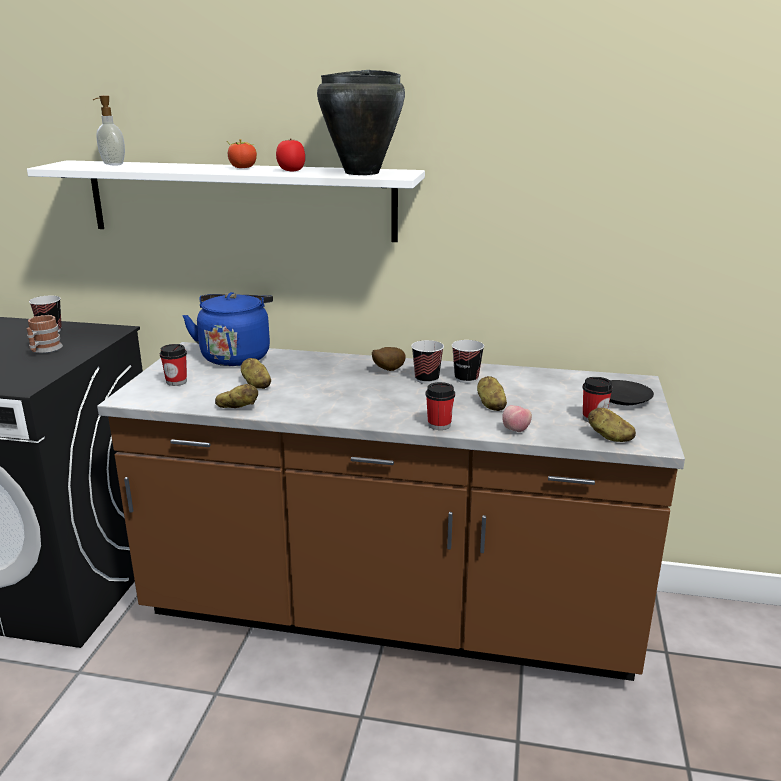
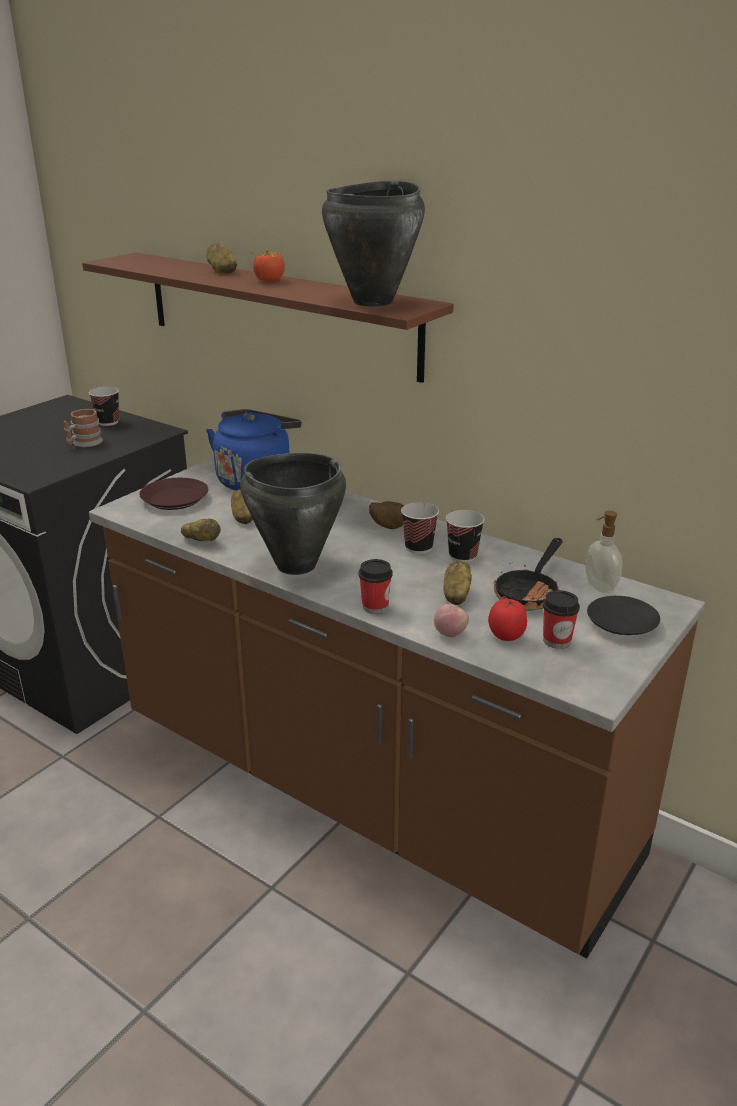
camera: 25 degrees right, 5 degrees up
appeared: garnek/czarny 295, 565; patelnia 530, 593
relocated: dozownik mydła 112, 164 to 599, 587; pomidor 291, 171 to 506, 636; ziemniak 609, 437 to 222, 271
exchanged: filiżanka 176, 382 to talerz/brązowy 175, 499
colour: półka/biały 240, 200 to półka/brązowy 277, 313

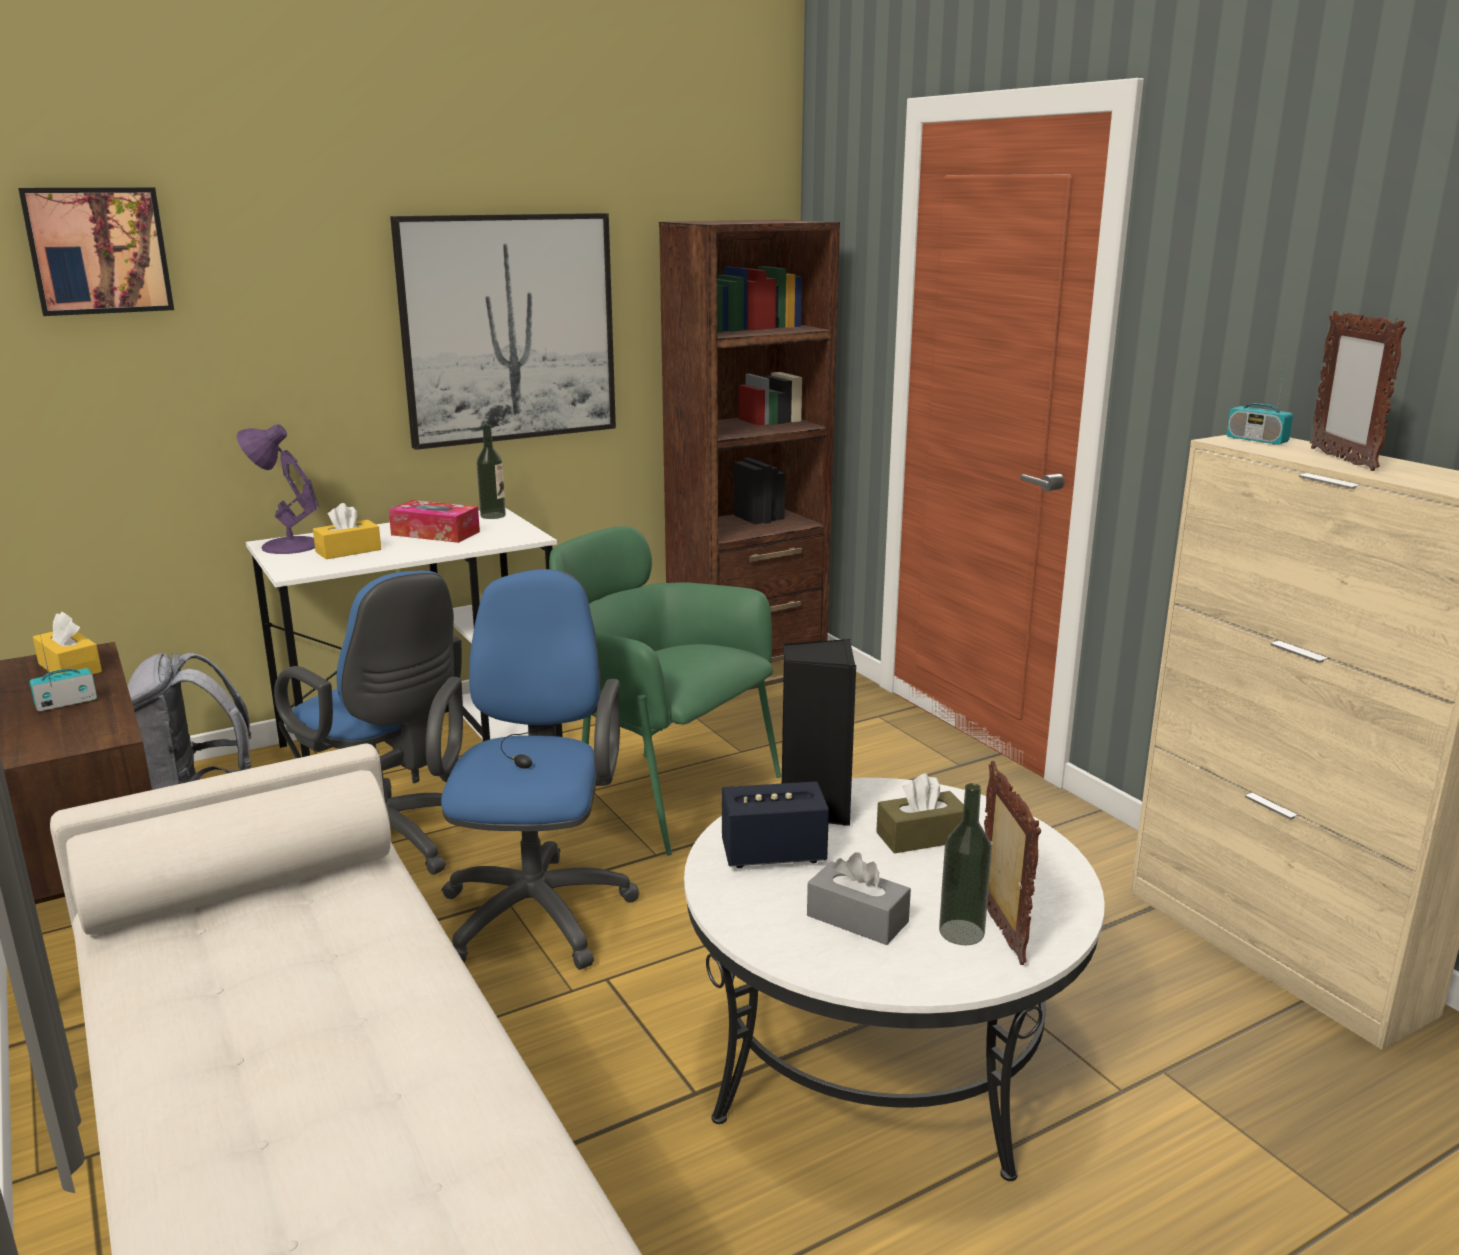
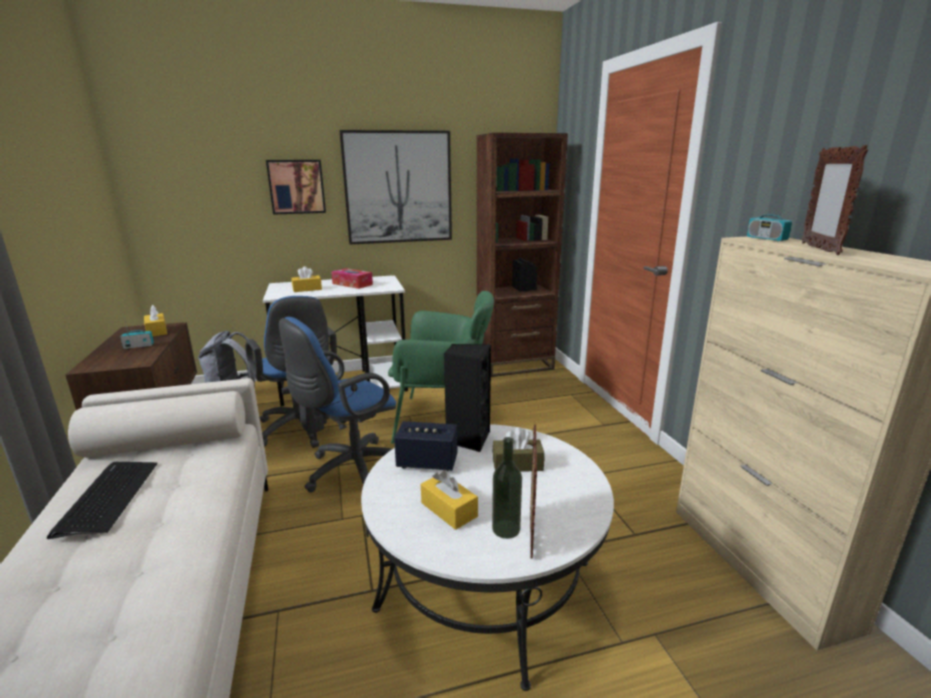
camera: 15 degrees right, 0 degrees up
missing: lampa stołowa/fioletowy 287, 546; butelka 493, 515
appeared: klawiatura 108, 497
relocated: obraz 98, 250 to 297, 186
colour: pudełko chusteczek/szary 857, 919 to pudełko chusteczek/żółty 449, 509
spun: fotel/zielony 662, 791 = 442, 420 135 degrees clockwise; krzesło biurowe/niebieski 538, 908 = 351, 472 150 degrees counterclockwise

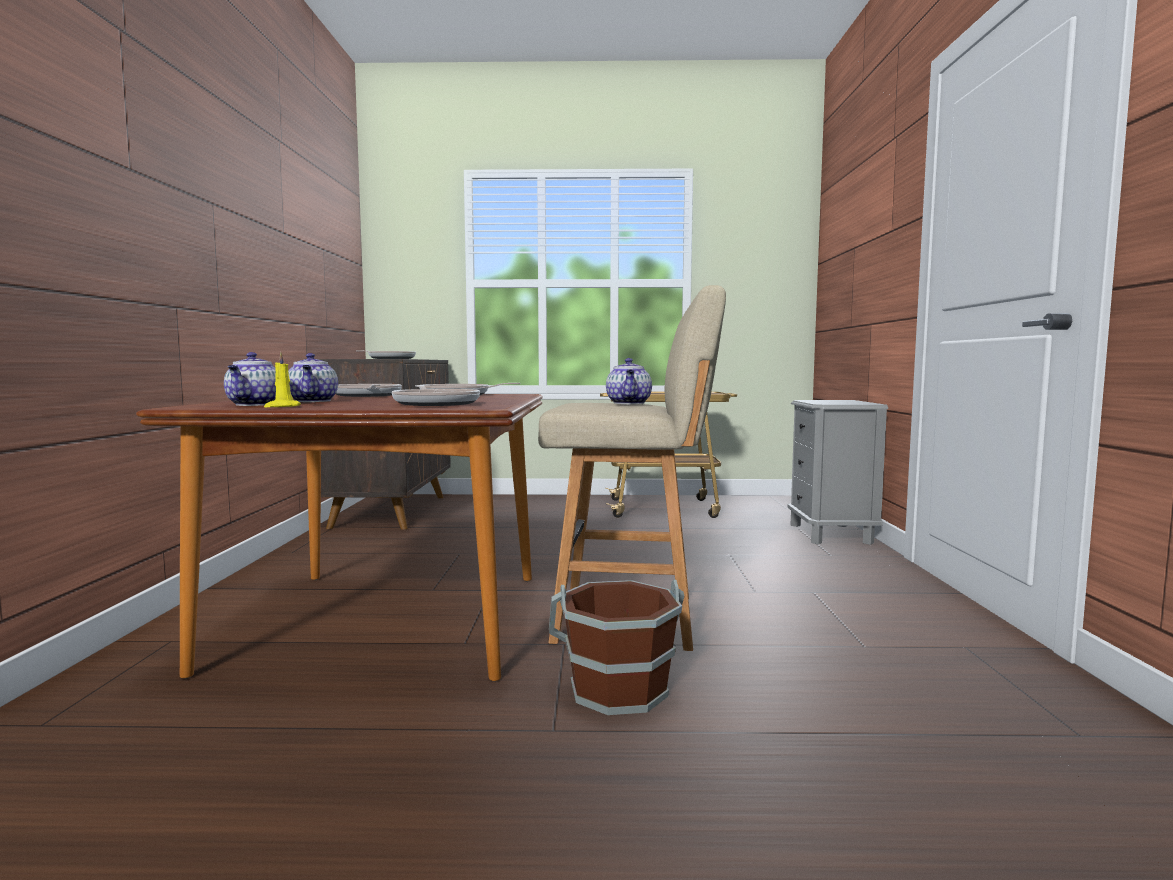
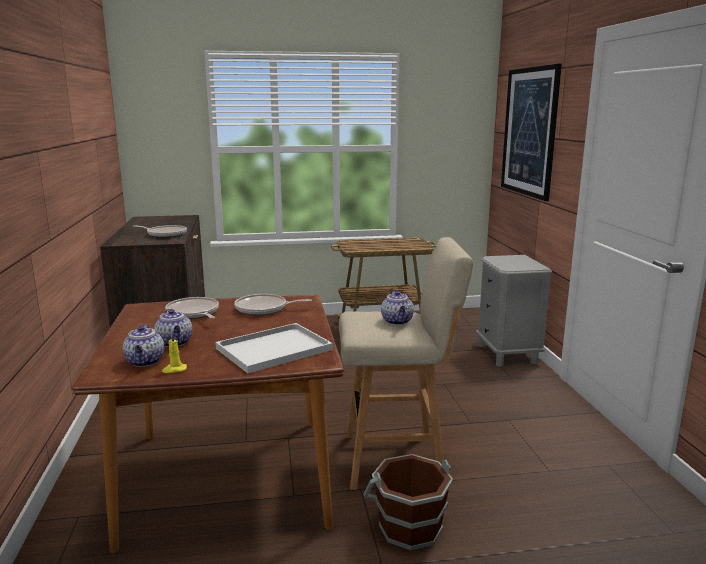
camera: 10 degrees left, 10 degrees up
appeared: obraz 529, 132
exchanged: patelnia 436, 404 to taca/biały 275, 348

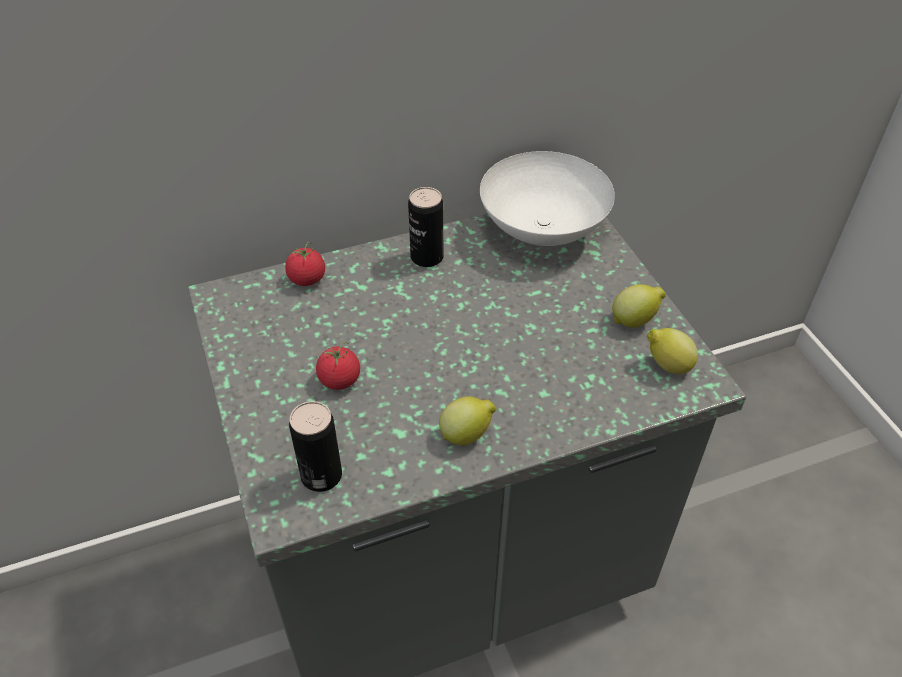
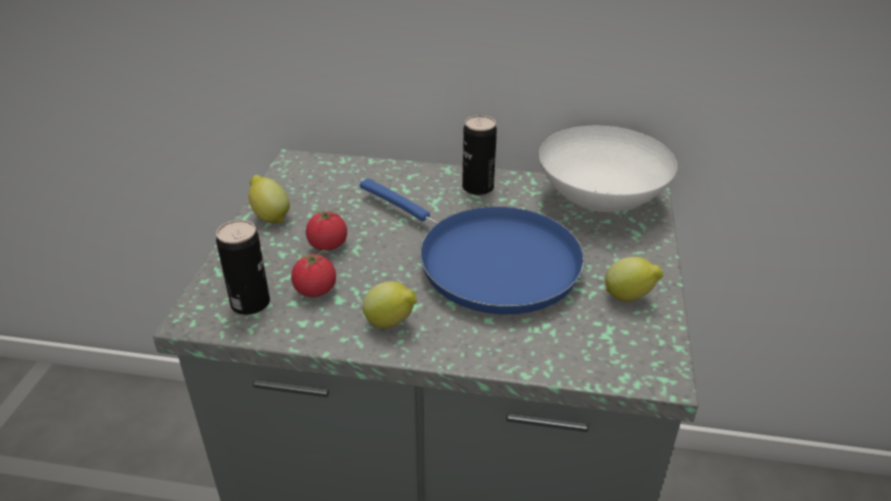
camera: 30 degrees right, 10 degrees down
appeared: patelnia/niebieski 488, 262
relocated: pomidor 307, 279 to 315, 290; cytryna 667, 366 to 270, 216

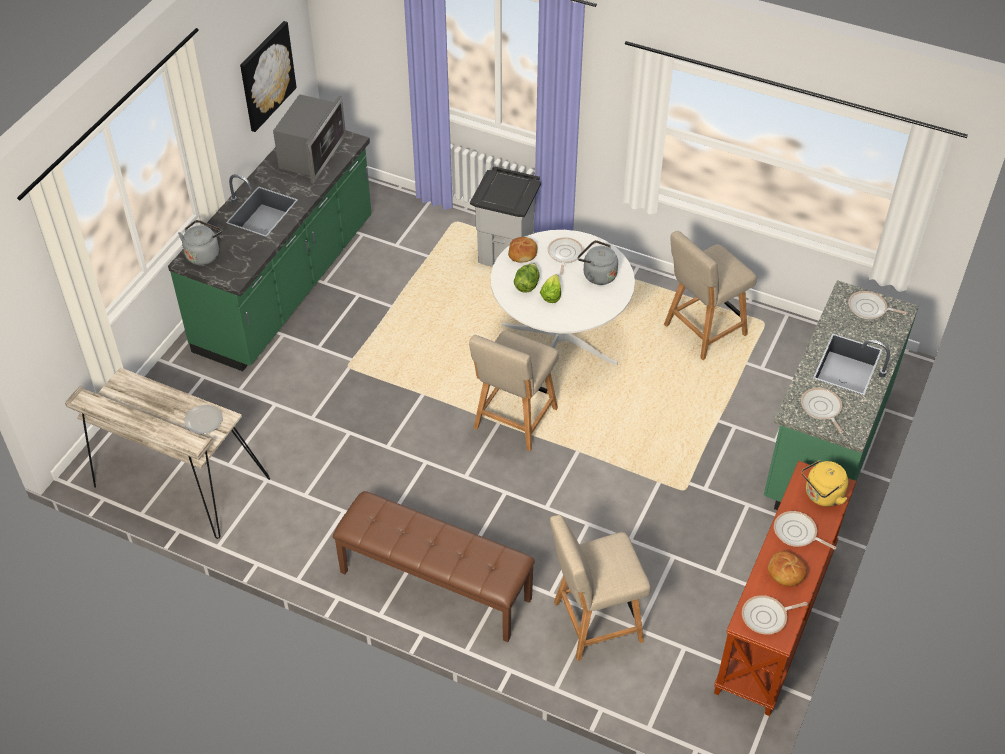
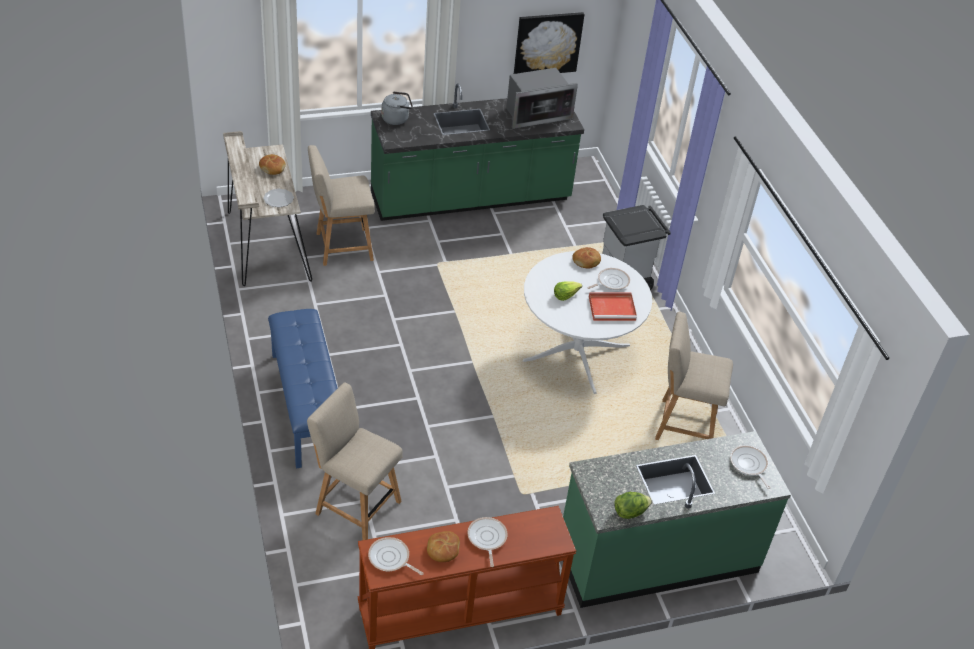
camera: 45 degrees right, 5 degrees down
missing: patelnia 821, 408; czajnik/żółty 822, 495
appeared: chleb 272, 168
relocated: sałata 527, 285 to 630, 512; krzesło/beżowy 513, 421 to 341, 247
exchanged: czajnik/szary 597, 275 to taca/czerwony 613, 308
colour: ławka/brązowy 434, 586 to ławka/niebieski 305, 405

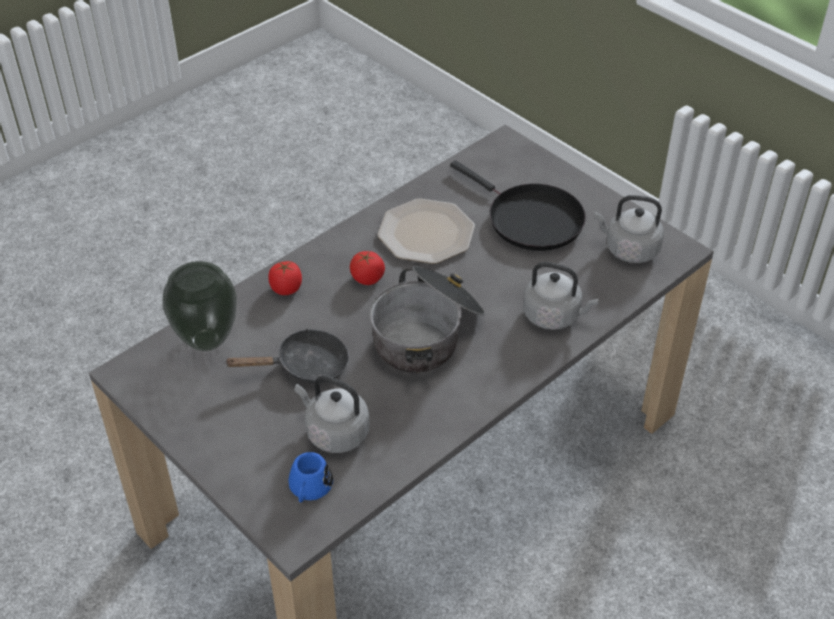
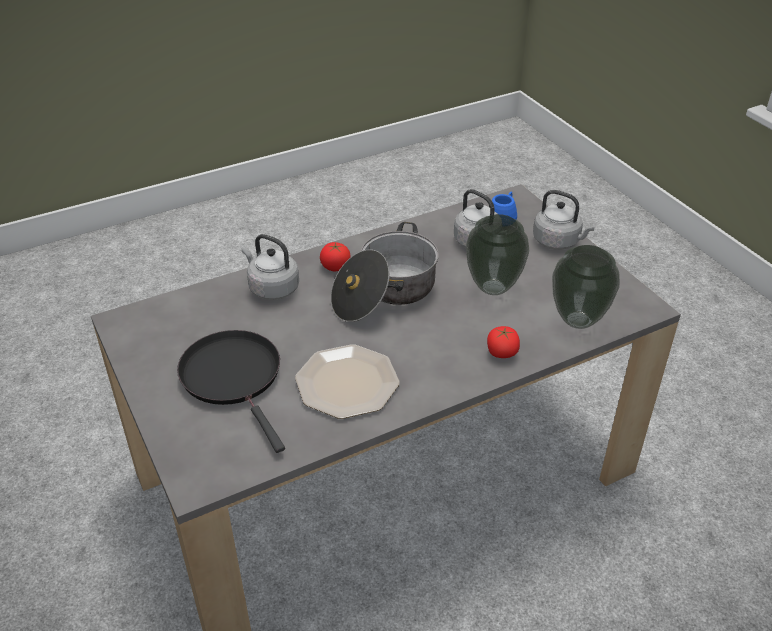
camera: 165 degrees left, 5 degrees down
relocated: czajnik/szary 628, 249 to 558, 242; pomidor 367, 278 to 335, 266
exchanged: patelnia/czarny 305, 366 to wazon 493, 287

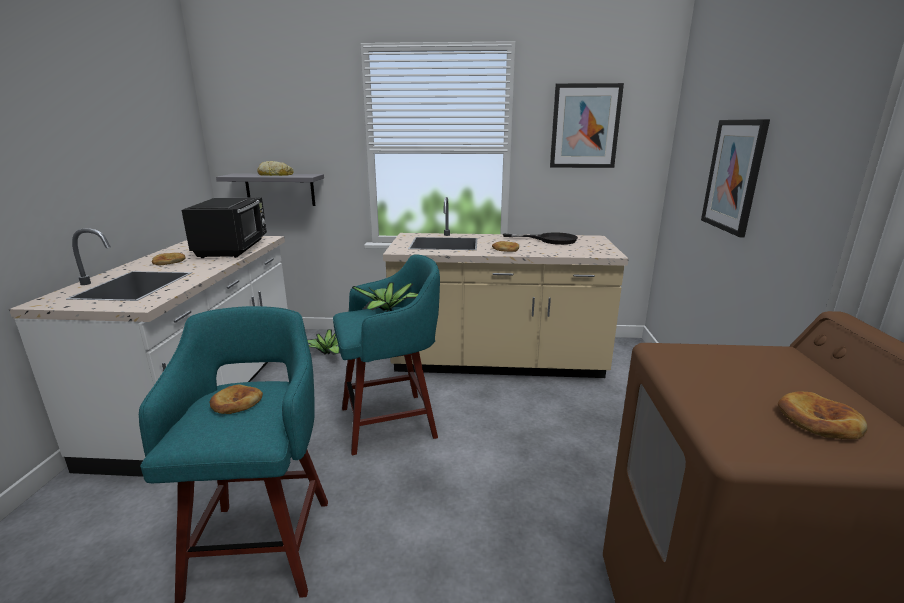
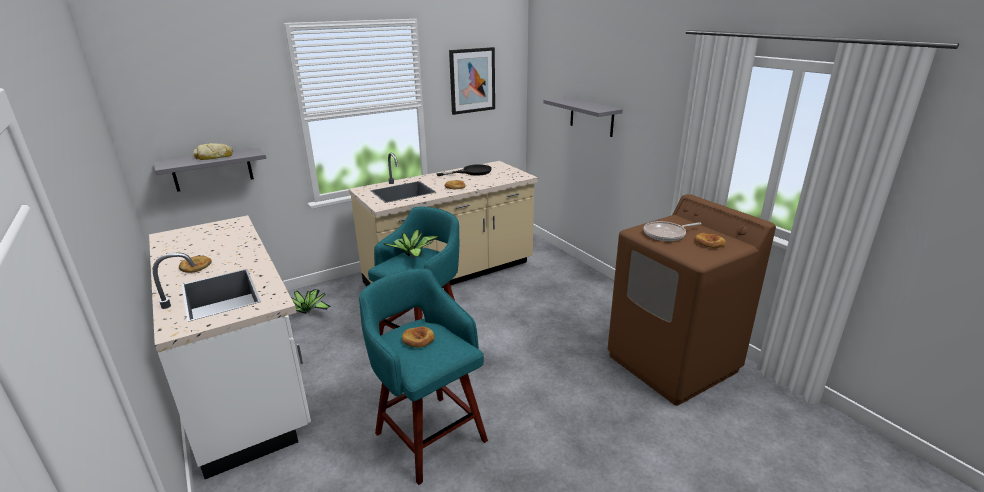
camera: 35 degrees left, 5 degrees up
missing: mikrofalówka/czarny 233, 248
appeared: patelnia 666, 234
exchanged: obraz 734, 176 to półka/szary 591, 116

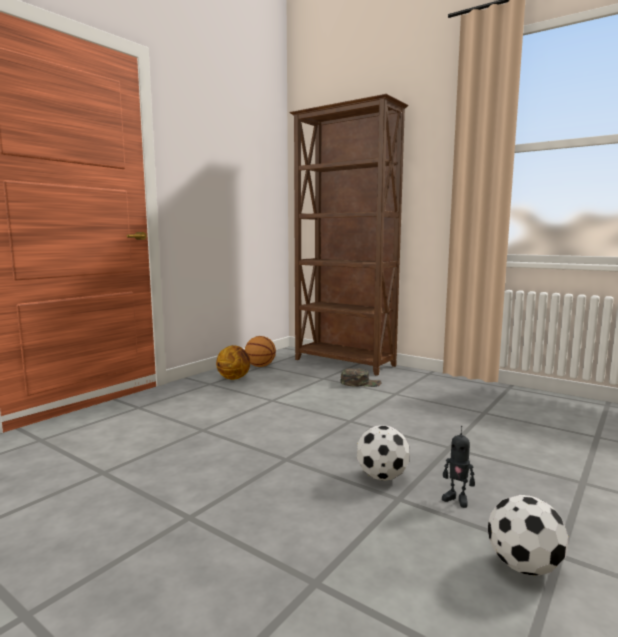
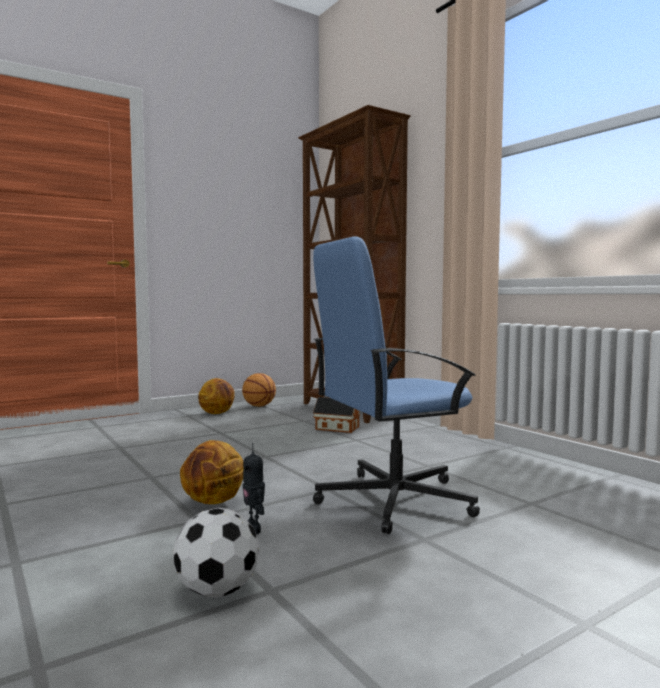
camera: 20 degrees right, 5 degrees down
appeared: krzesło biurowe/niebieski 392, 500
exchanged: czapka z daszkiem/zielony 360, 383 to domek 335, 428; piłka futbolowa 382, 477 to piłka do koszykówki 213, 502

